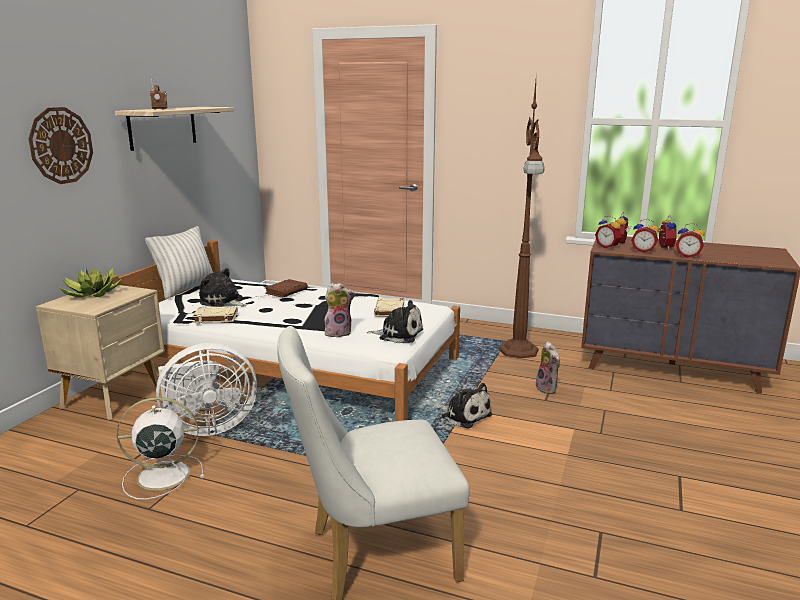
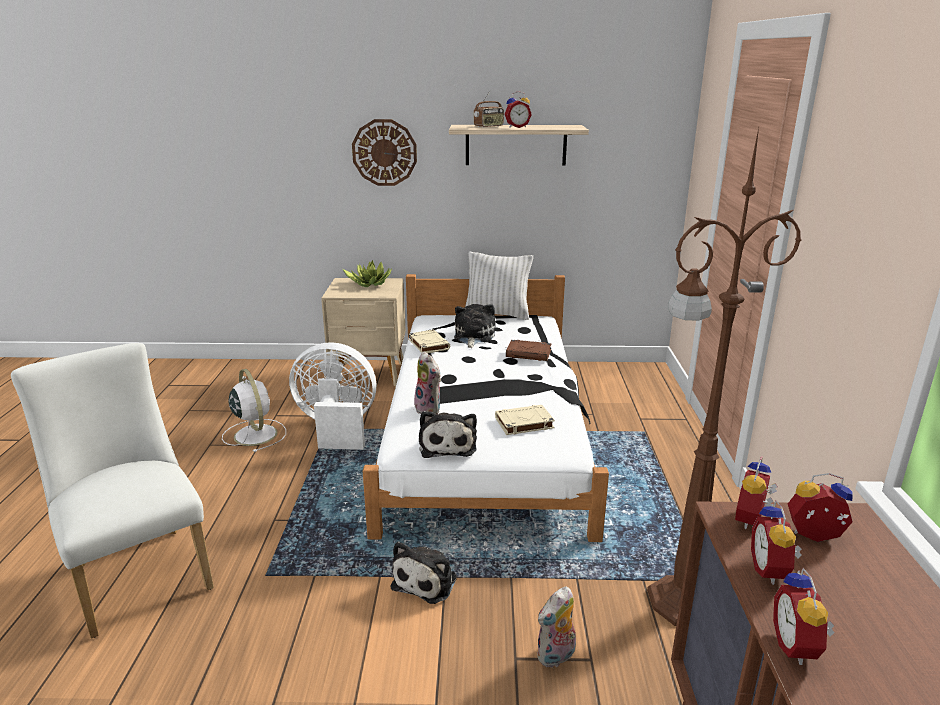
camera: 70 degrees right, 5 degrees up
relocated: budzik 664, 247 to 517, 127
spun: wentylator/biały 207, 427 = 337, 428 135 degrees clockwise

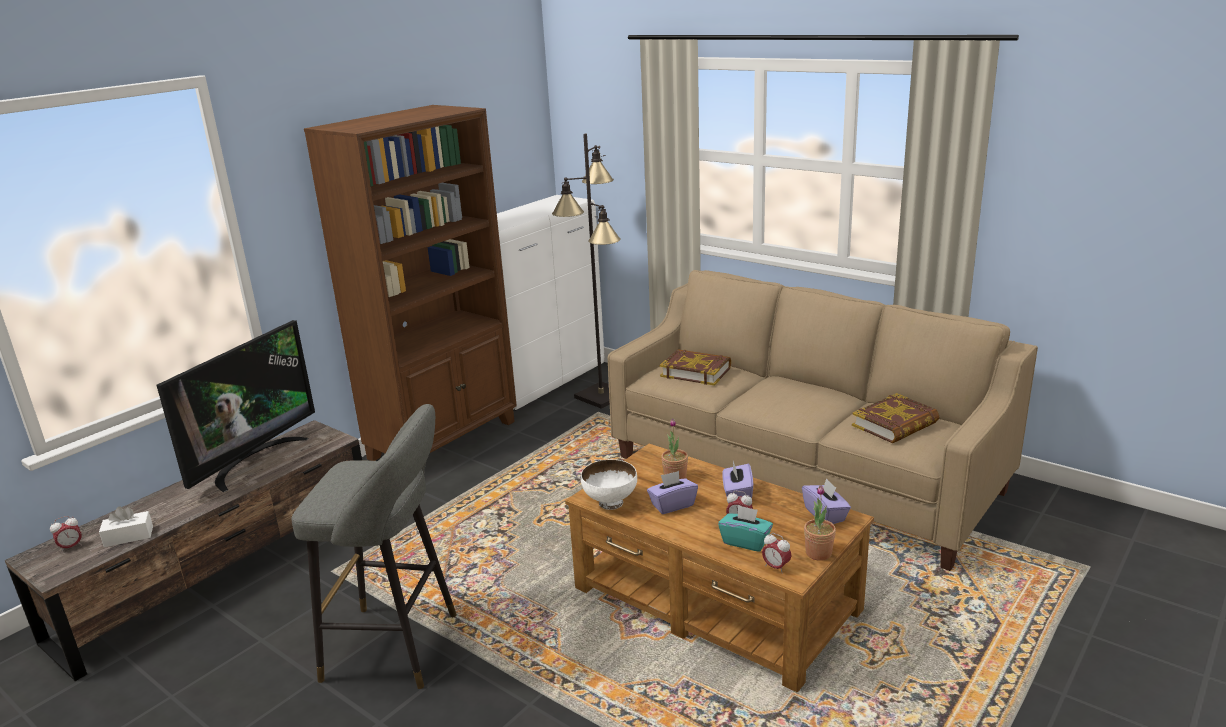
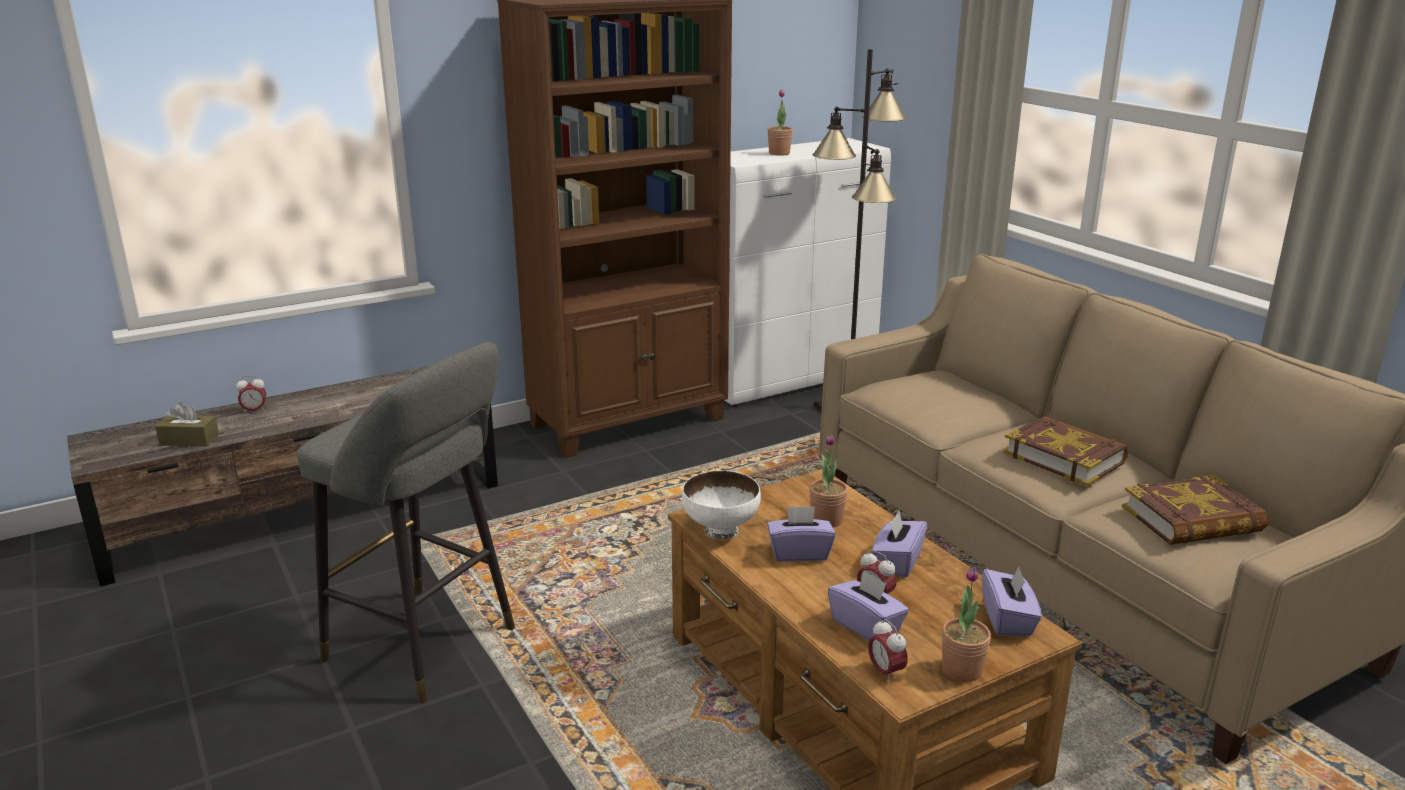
camera: 20 degrees right, 0 degrees up
missing: telewizor 252, 460
appeared: roślina doniczkowa 779, 153
relocated: książka 696, 372 to 1064, 457; budzik 71, 547 to 254, 411
colour: pudełko chusteczek/turkusowy 745, 541 to pudełko chusteczek/fioletowy 866, 626; pudełko chusteczek/biały 129, 536 to pudełko chusteczek/brązowy 189, 440

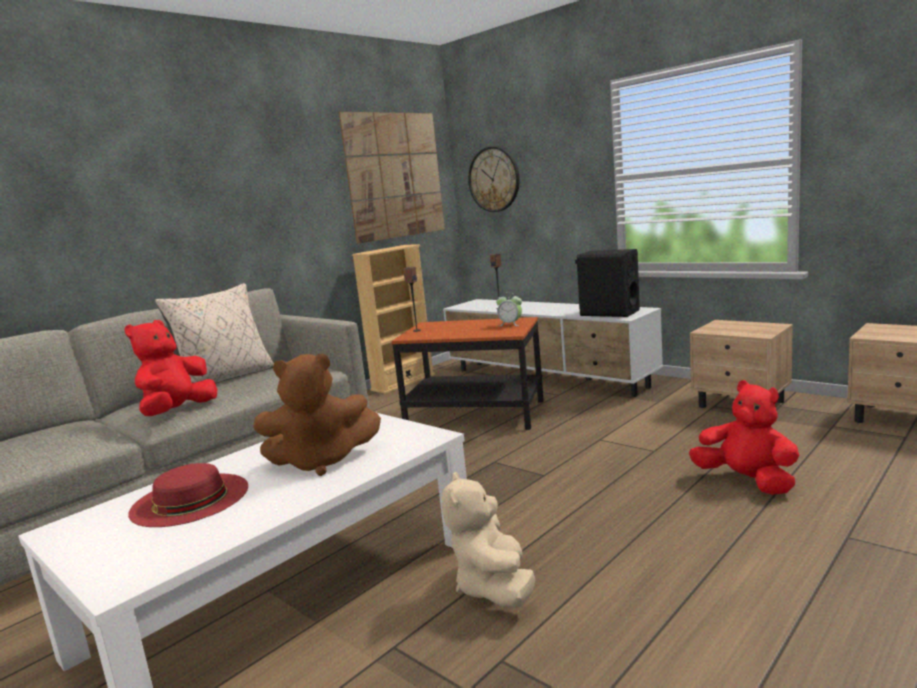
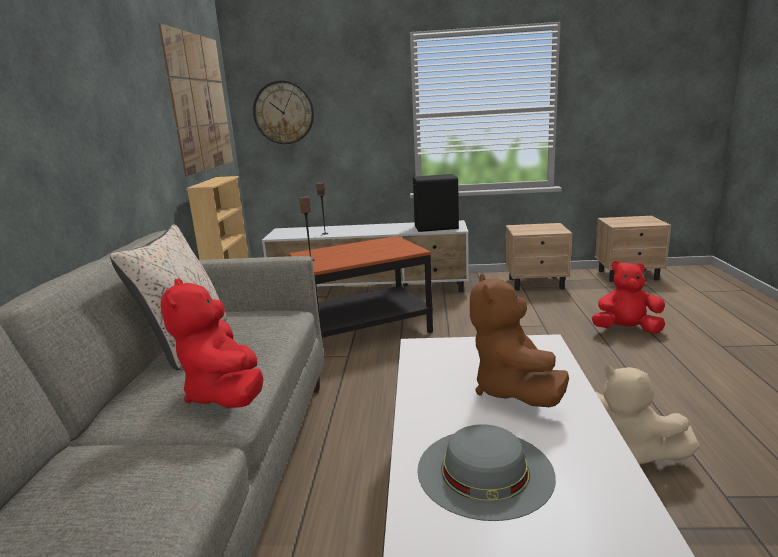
camera: 40 degrees left, 5 degrees up
missing: budzik 510, 324
colour: kapelusz/czerwony 190, 499 to kapelusz/szary 485, 471
spun: pluszak/brązowy 321, 462 = 513, 391 135 degrees clockwise

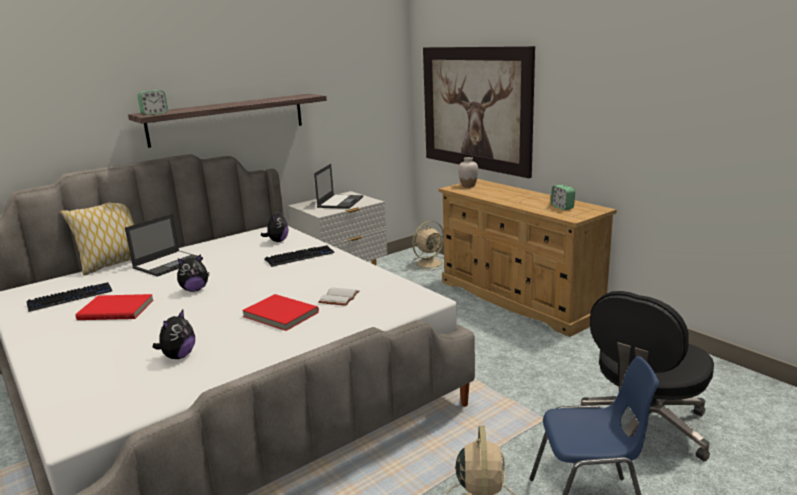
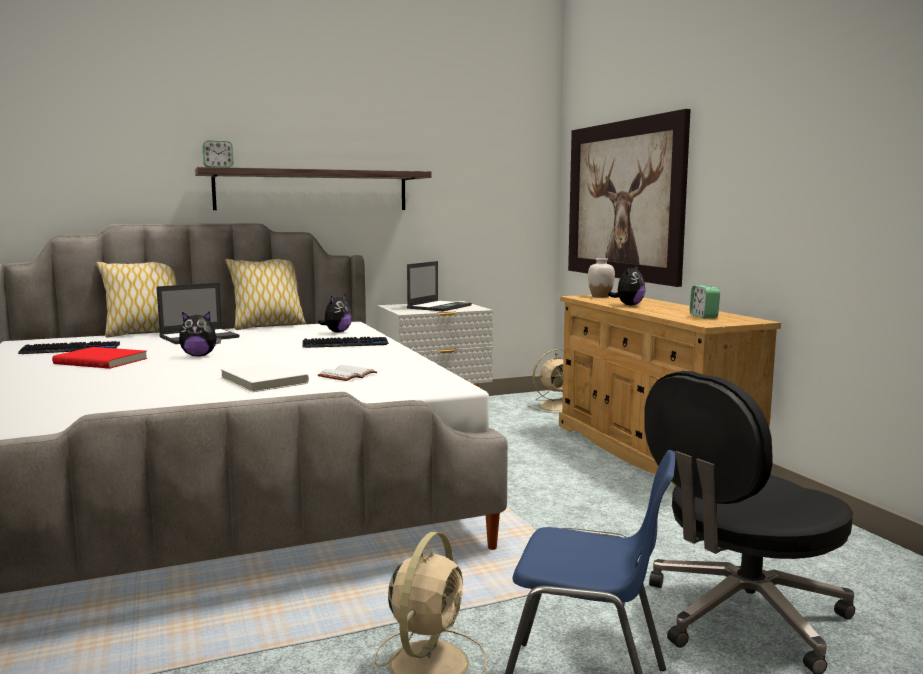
camera: 15 degrees right, 10 degrees down
appeared: poduszka 267, 326
relocated: pluszak 178, 356 to 628, 305
colour: książka/czerwony 280, 315 to książka/biały 262, 381

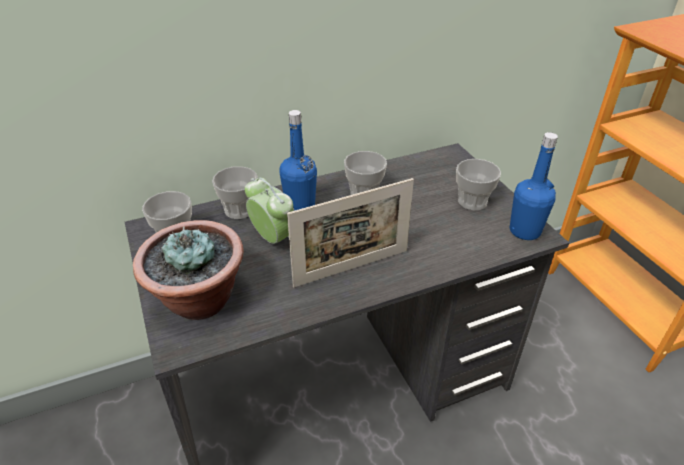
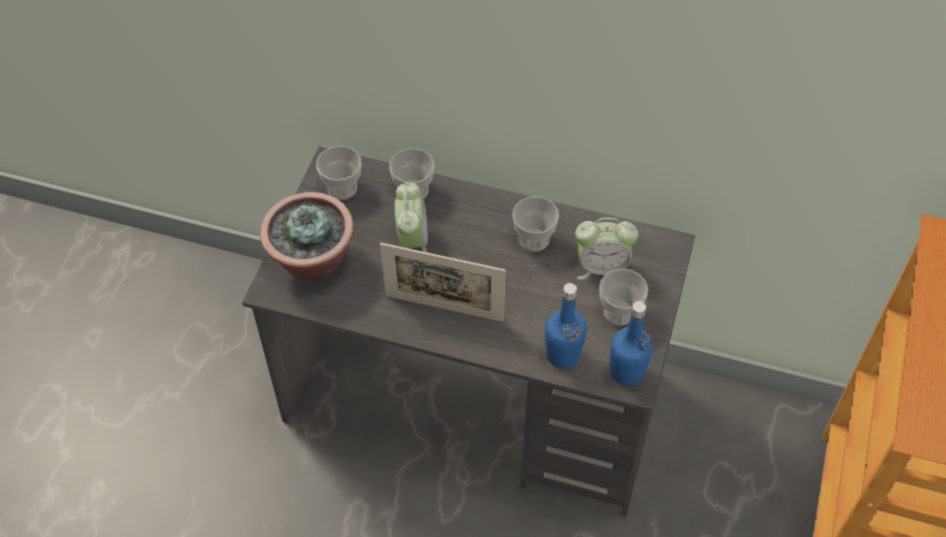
camera: 40 degrees right, 15 degrees up
appeared: budzik 602, 267
relocated: butelka/niebieski 300, 206 to 562, 354

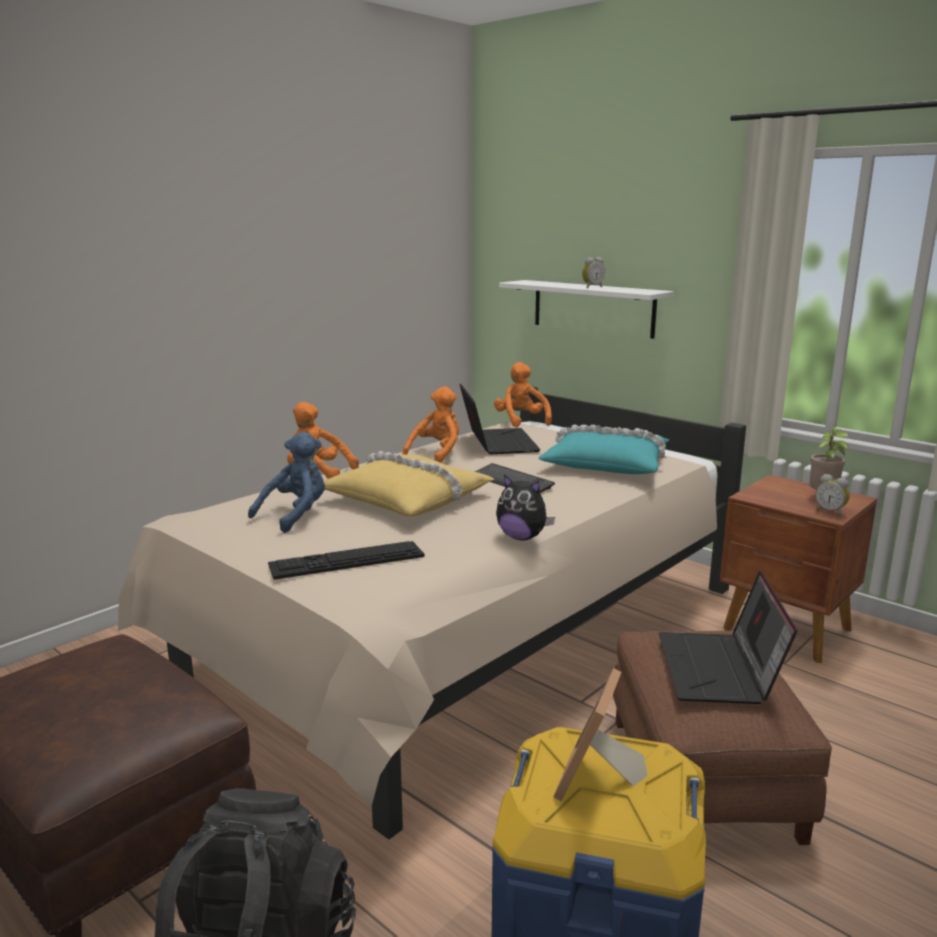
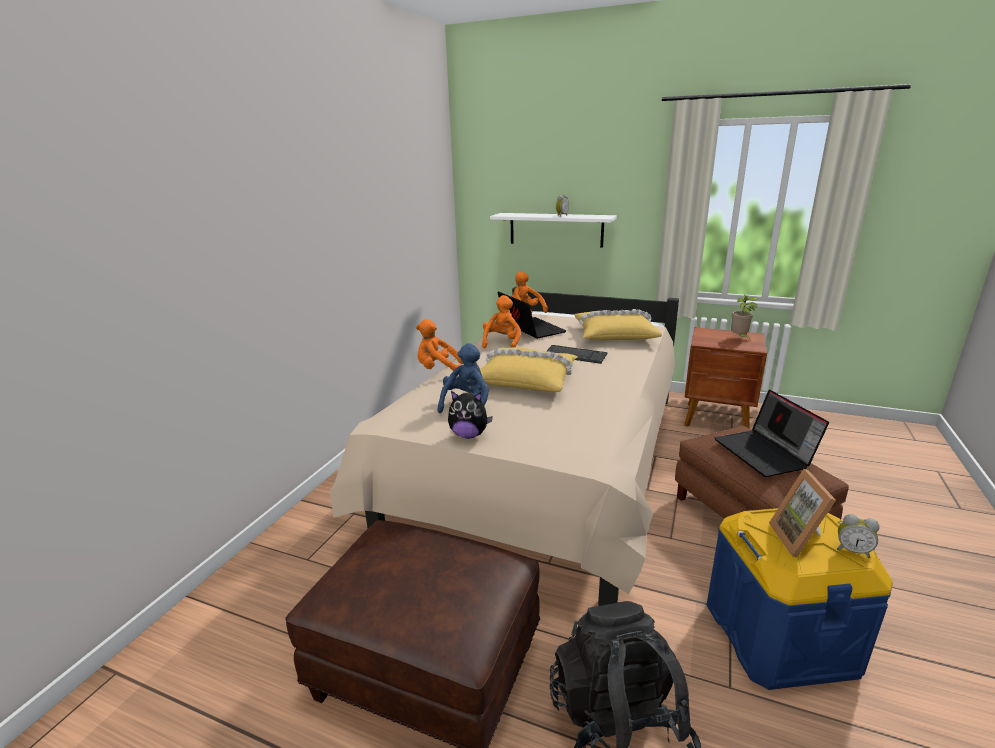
camera: 20 degrees left, 5 degrees up
missing: klawiatura 346, 560
relocated: pluszak 522, 537 to 469, 435; budzik 830, 512 to 852, 550
colour: poduszka/turkusowy 606, 463 to poduszka/żółty 614, 334

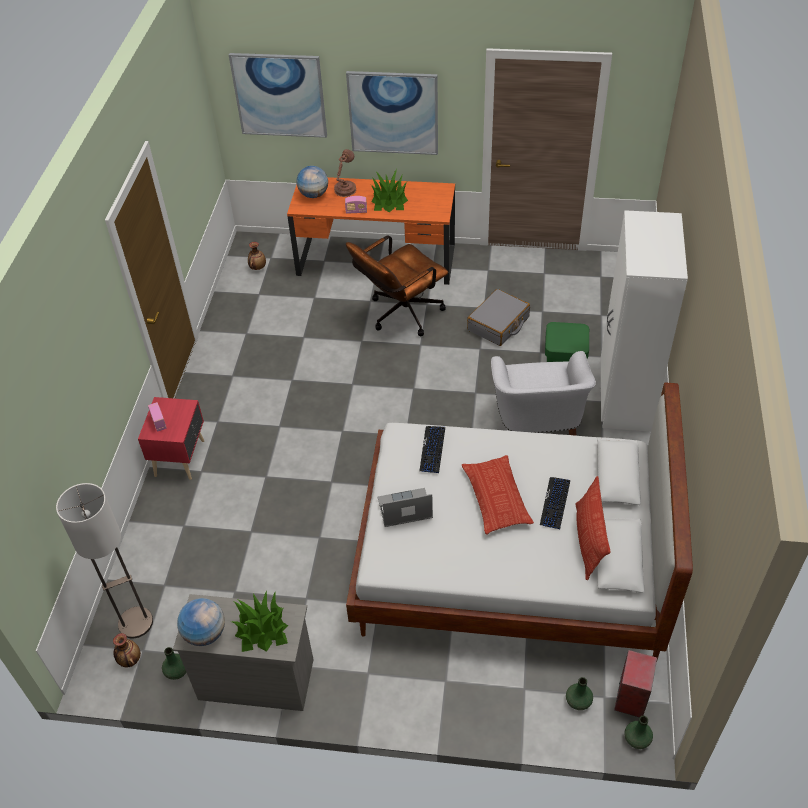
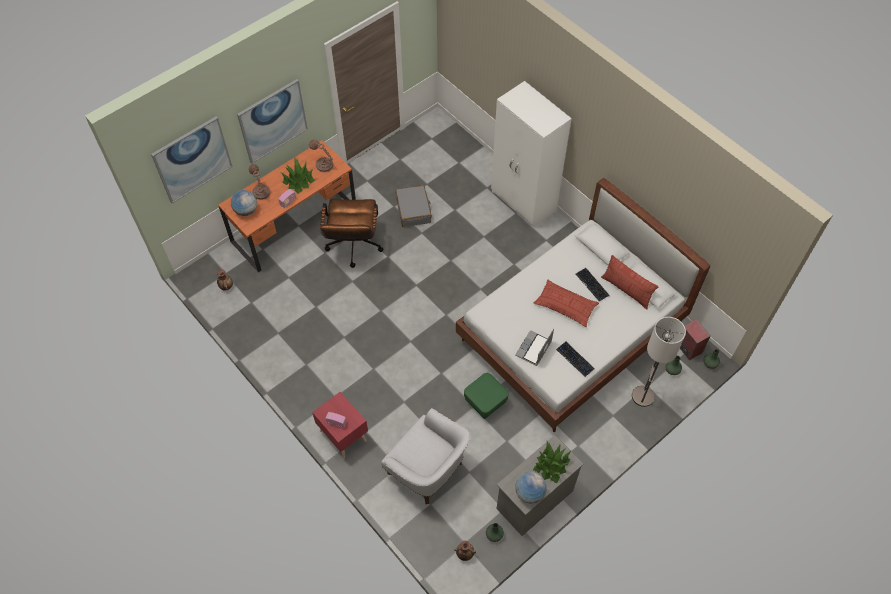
camera: 50 degrees left, 10 degrees up
appeared: lampa stołowa/brązowy 323, 165
relocated: pufa/zielony 565, 357 to 485, 402; fotel/biały 536, 425 to 427, 471; klawiatura 432, 450 to 575, 359; lampa stojąca 135, 623 to 643, 396

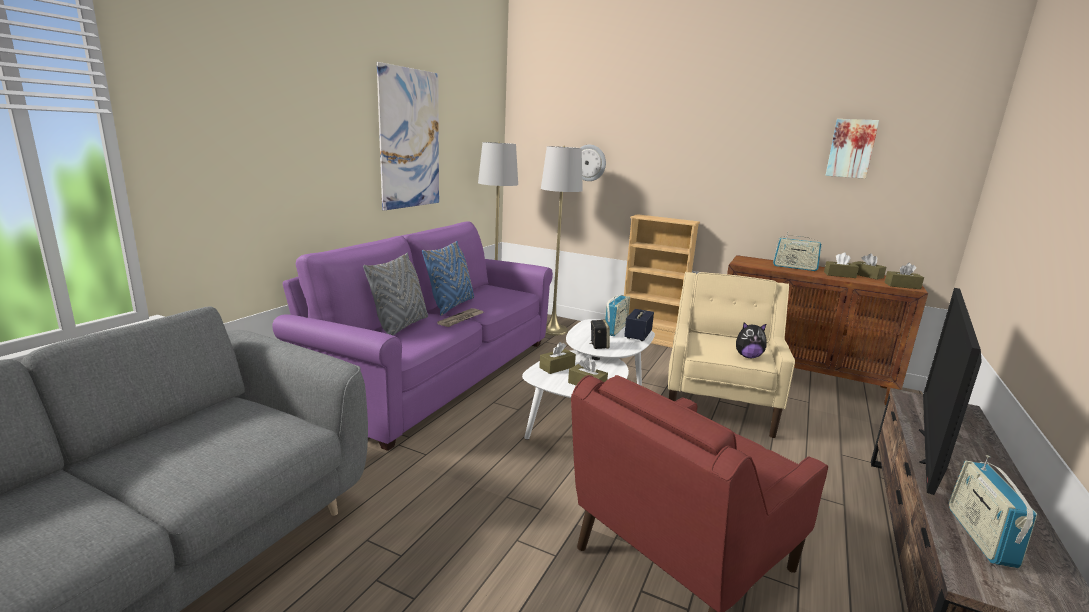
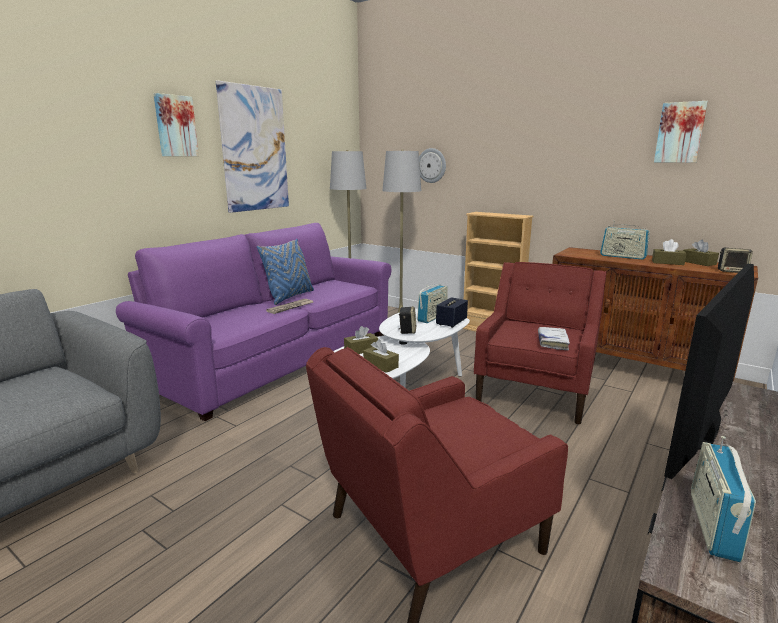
camera: 10 degrees right, 0 degrees up
missing: poduszka/szary 400, 327
appeared: obraz 175, 126
exchanged: pudełko chusteczek/brązowy 902, 286 to głośnik 732, 271; pluszak 748, 356 to książka/biały 552, 342
colour: fotel/beżowy 719, 403 to fotel/czerwony 535, 390

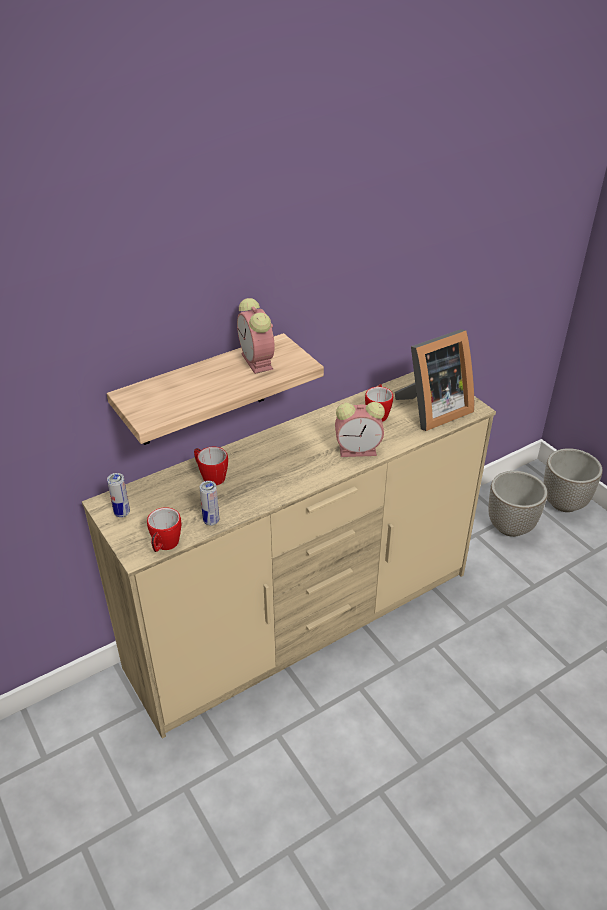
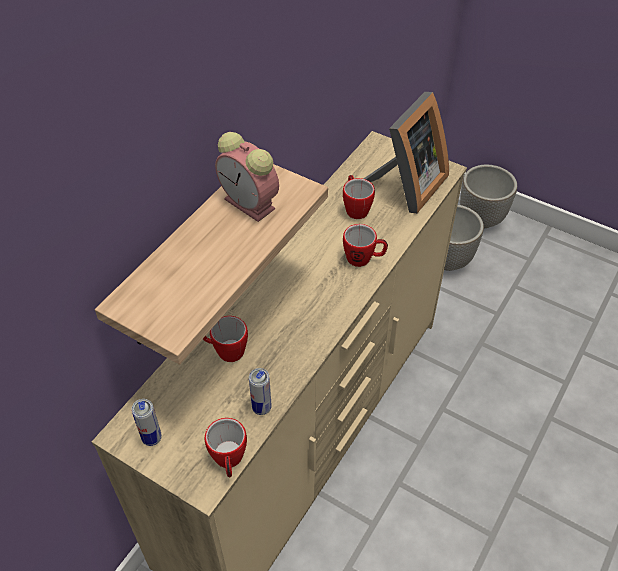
camera: 25 degrees left, 10 degrees up
exchanged: budzik 359, 450 to kubek 363, 259

